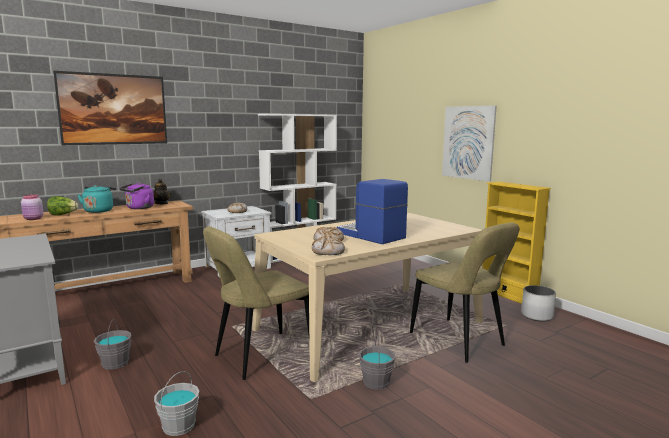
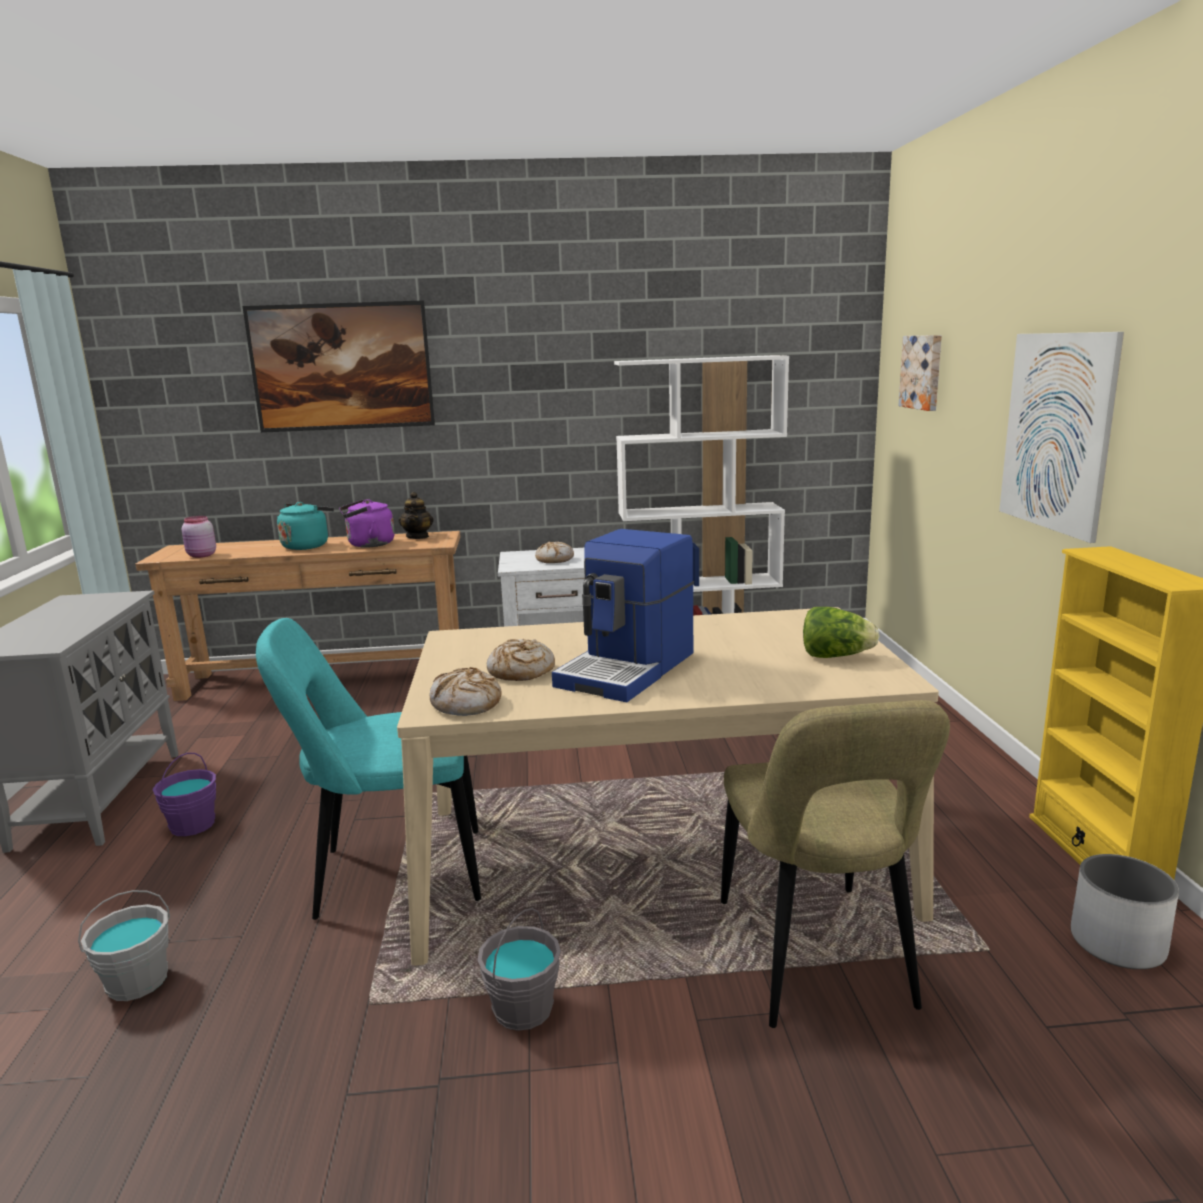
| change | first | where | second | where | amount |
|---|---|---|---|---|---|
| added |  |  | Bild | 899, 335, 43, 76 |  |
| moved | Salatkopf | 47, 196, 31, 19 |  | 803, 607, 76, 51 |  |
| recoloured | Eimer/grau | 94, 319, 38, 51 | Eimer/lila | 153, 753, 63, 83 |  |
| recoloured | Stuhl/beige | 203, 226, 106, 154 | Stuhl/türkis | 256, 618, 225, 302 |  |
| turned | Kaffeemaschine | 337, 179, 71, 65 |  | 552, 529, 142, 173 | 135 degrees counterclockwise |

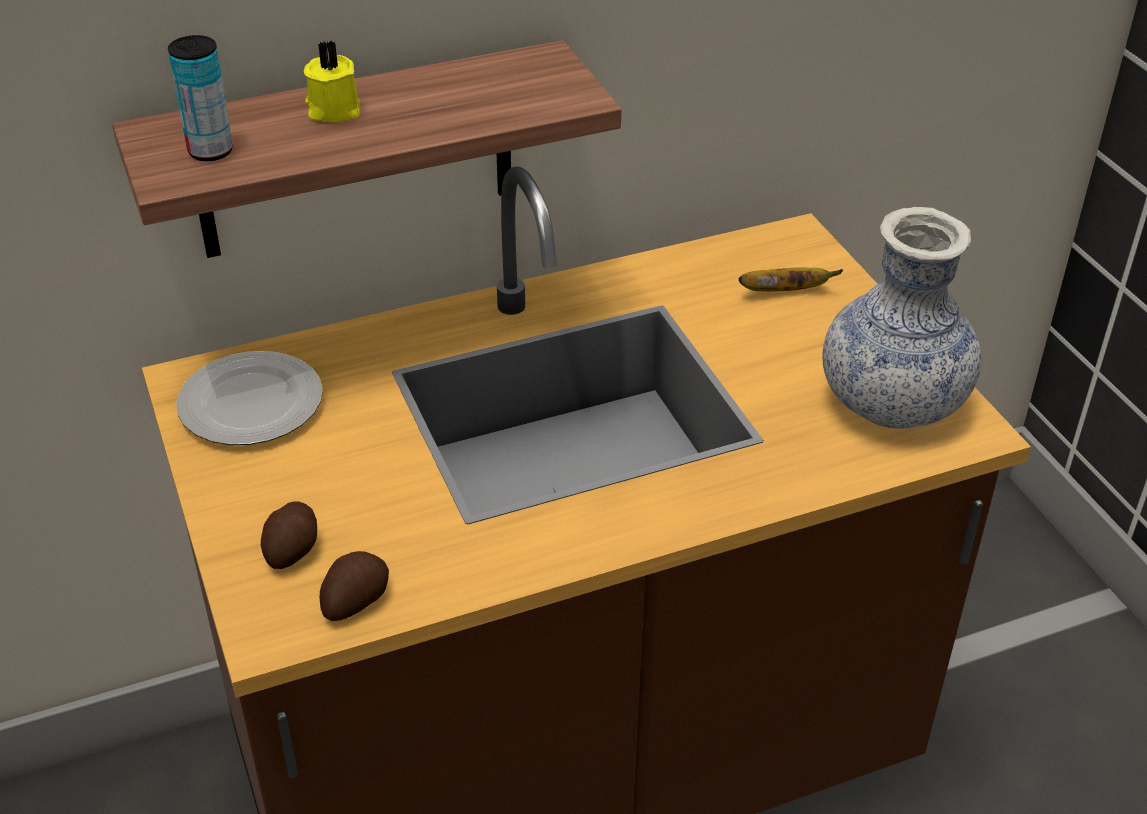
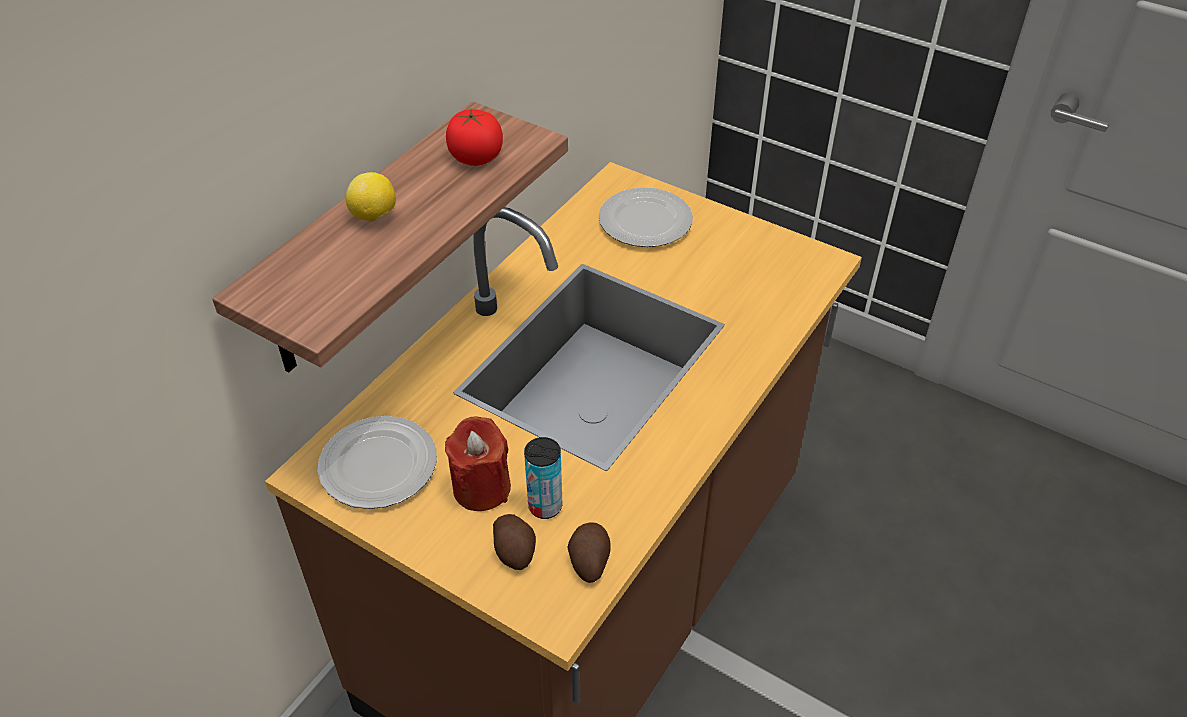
| change | first | where | second | where | amount |
|---|---|---|---|---|---|
| removed | Vase | 822, 207, 159, 222 |  |  |  |
| added |  |  | Kerze/rot | 445, 416, 66, 95 |  |
| added |  |  | Tomate | 446, 109, 57, 57 |  |
| moved | Dose | 168, 35, 65, 126 |  | 524, 437, 39, 82 |  |
| replaced | Kerze/gelb | 304, 41, 57, 81 | Zitrone | 346, 172, 50, 50 |  |
| replaced | Banane | 739, 267, 104, 25 | Teller | 599, 187, 94, 60 |  |

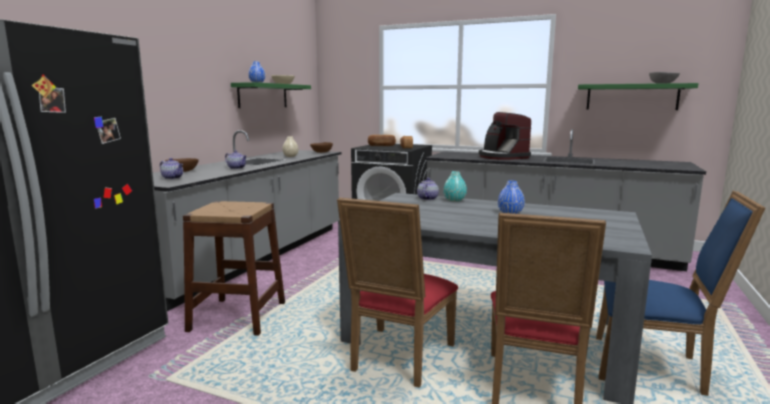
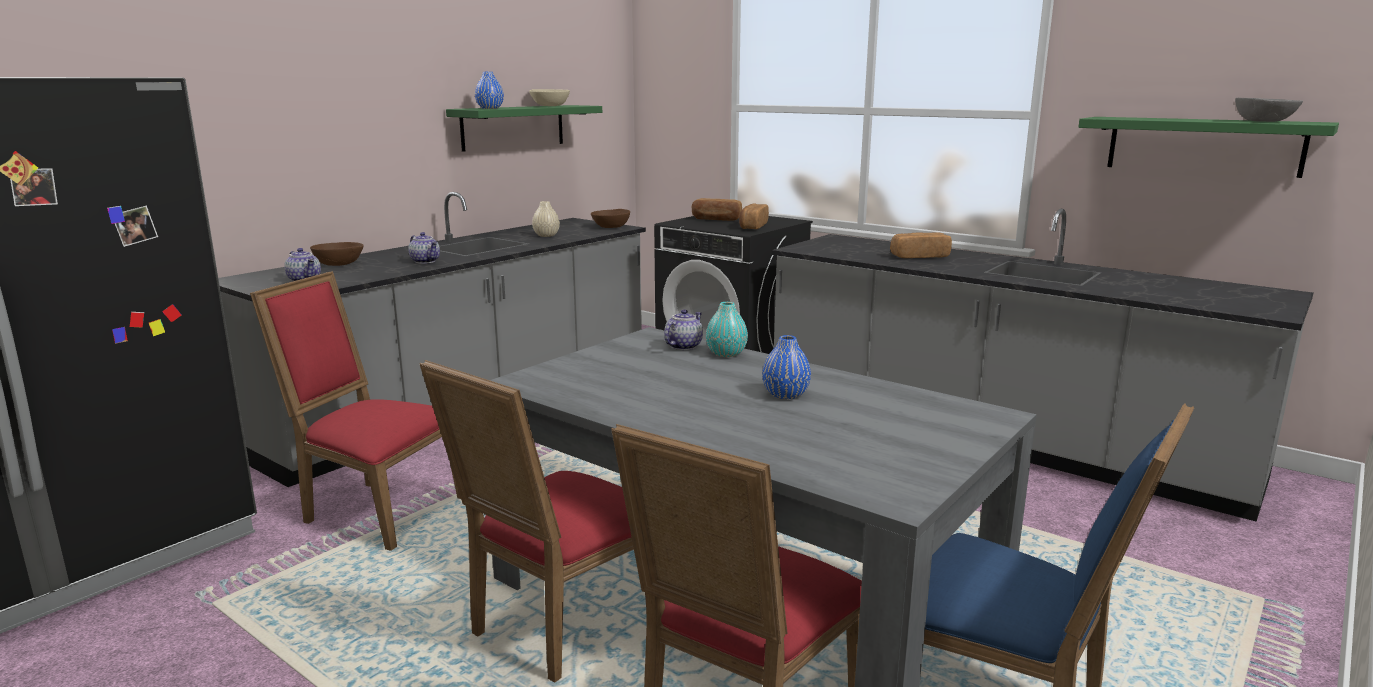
| change | first | where | second | where | amount |
|---|---|---|---|---|---|
| replaced | Hocker/braun | 183, 201, 102, 135 | Stuhl/rot | 250, 271, 211, 280 |  |
| replaced | Kaffeemaschine | 479, 112, 52, 48 | Brot | 890, 232, 62, 26 |  |

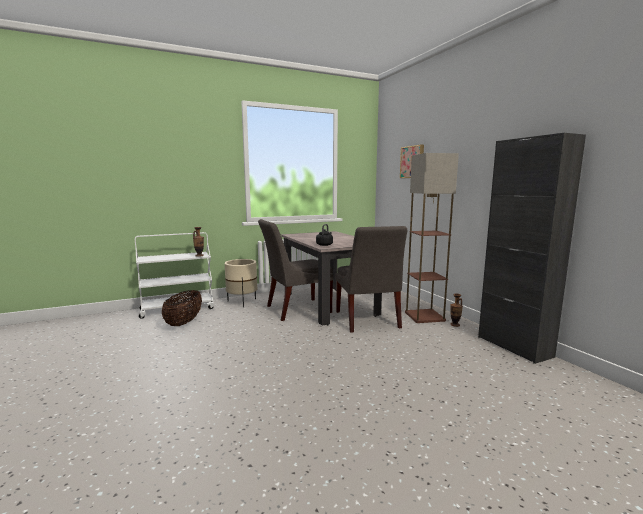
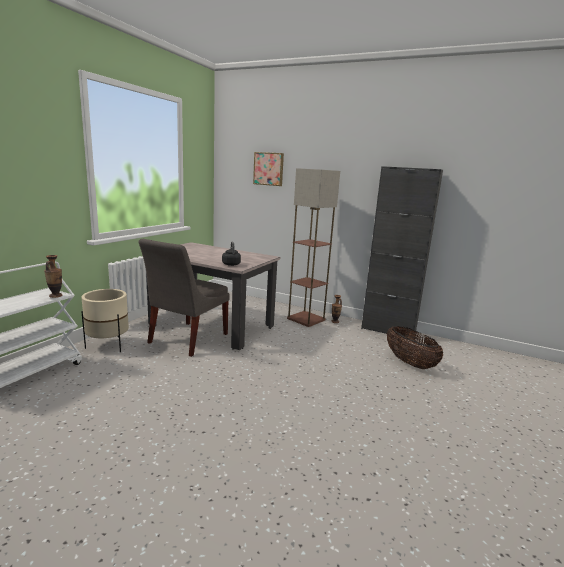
| change | first | where | second | where | amount |
|---|---|---|---|---|---|
| removed | Stuhl/grau | 335, 226, 73, 107 |  |  |  |
| moved | Korb | 162, 290, 40, 36 |  | 387, 326, 56, 43 |  |

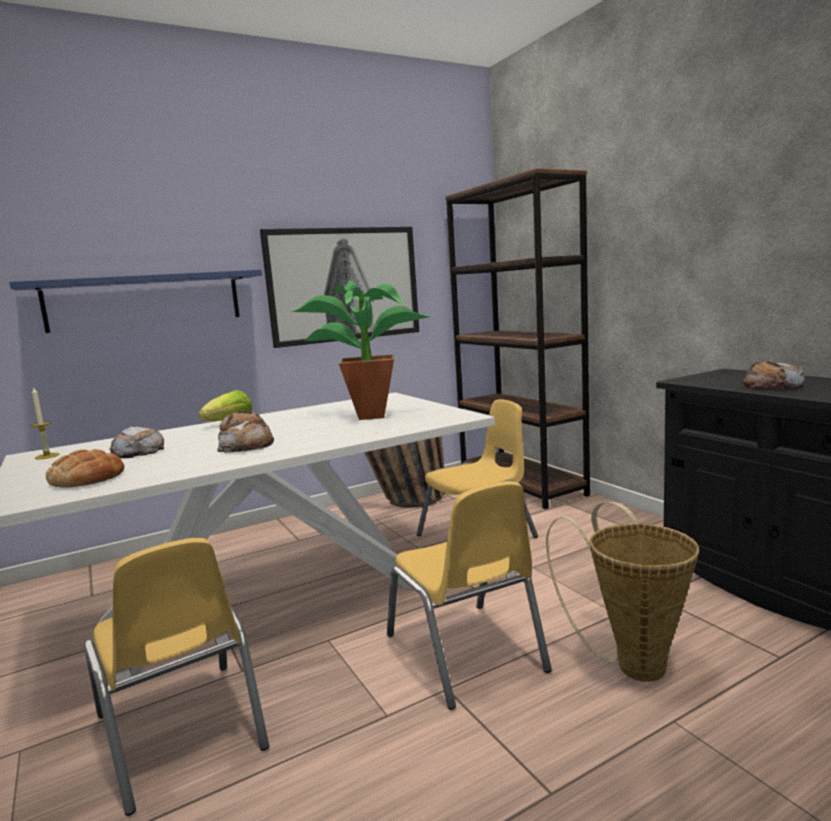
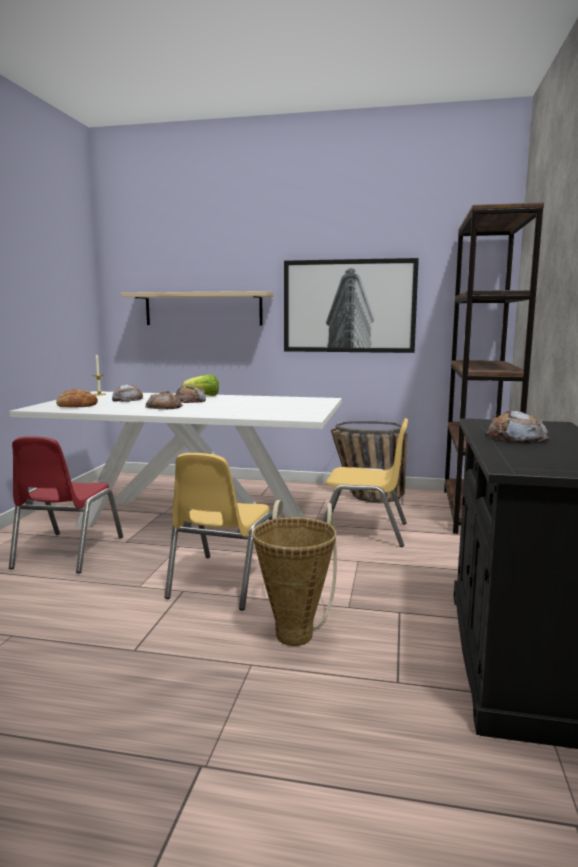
| change | first | where | second | where | amount |
|---|---|---|---|---|---|
| removed | Topfpflanze | 291, 281, 140, 139 |  |  |  |
| recoloured | Wandregal/blau | 9, 269, 253, 64 | Wandregal/beige | 121, 291, 153, 34 |  |
| recoloured | Stuhl/gelb | 84, 538, 185, 278 | Stuhl/rot | 9, 436, 114, 137 |  |

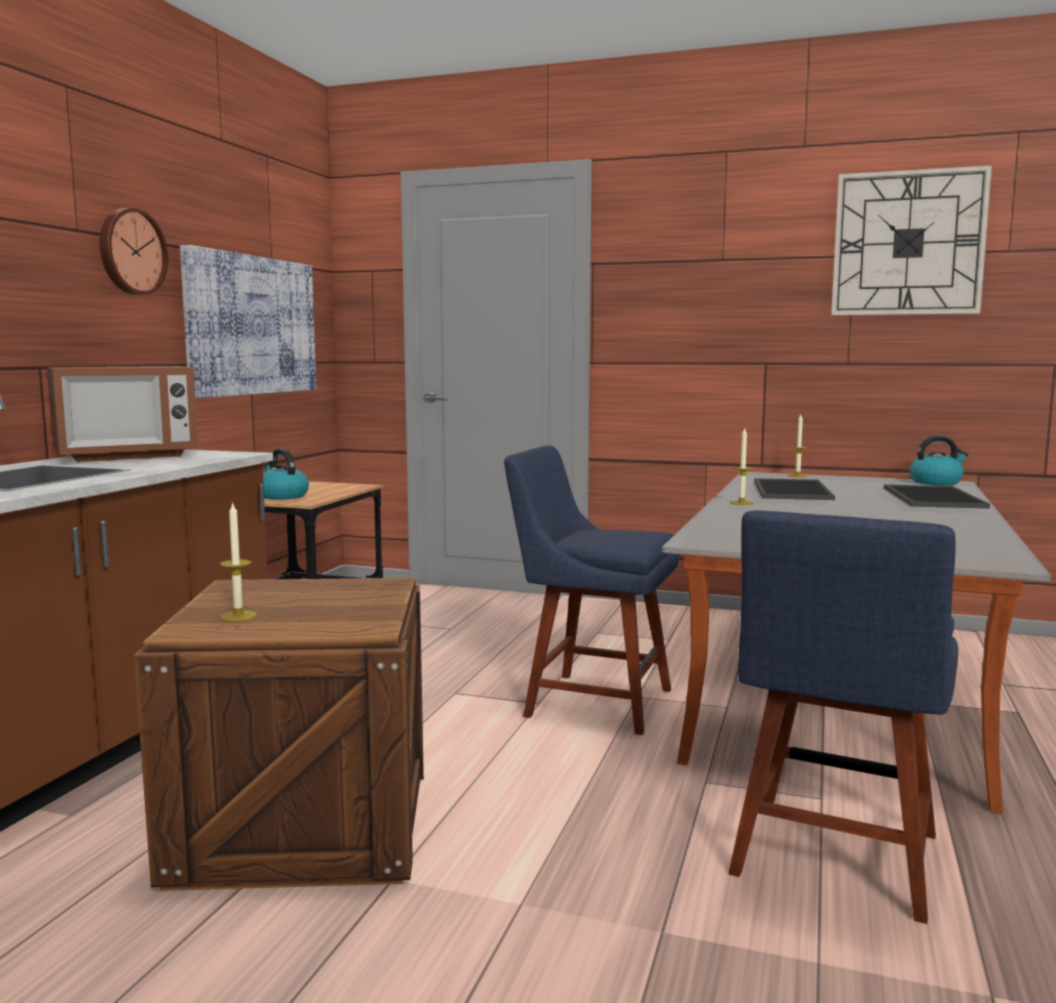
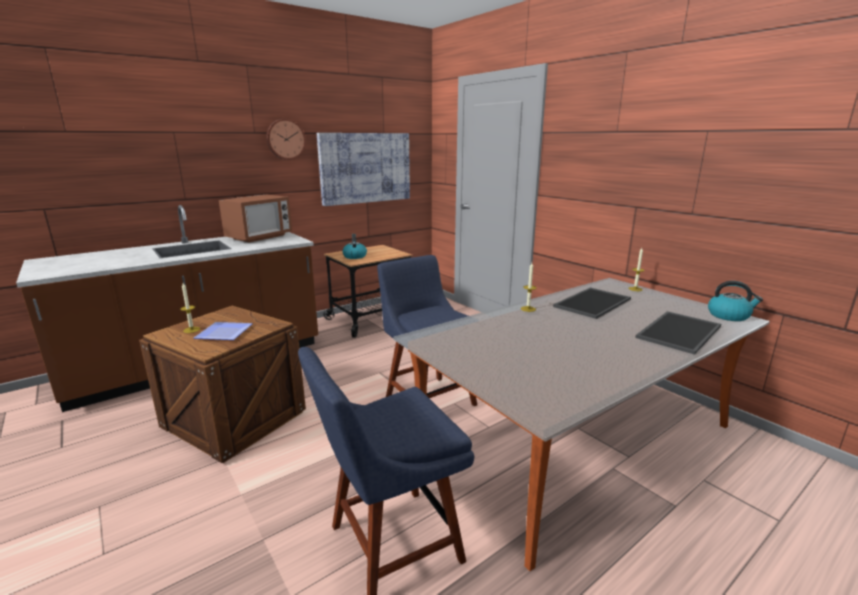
| change | first | where | second | where | amount |
|---|---|---|---|---|---|
| removed | Wanduhr | 831, 165, 161, 151 |  |  |  |
| added |  |  | Teller | 194, 322, 59, 18 |  |
| turned | Mikrowelle | 47, 366, 151, 96 |  | 219, 195, 73, 48 | 60 degrees counterclockwise |

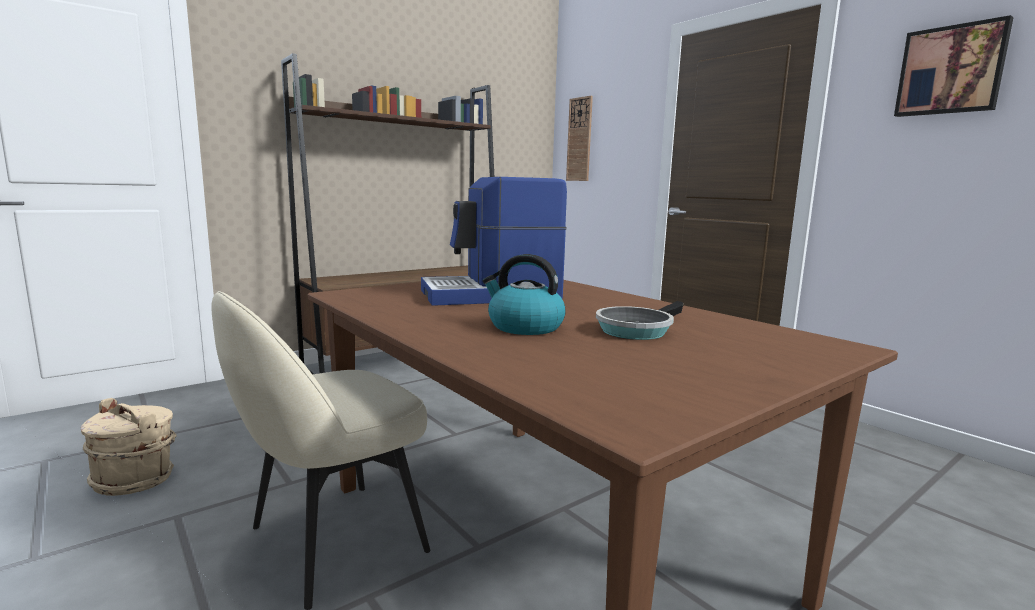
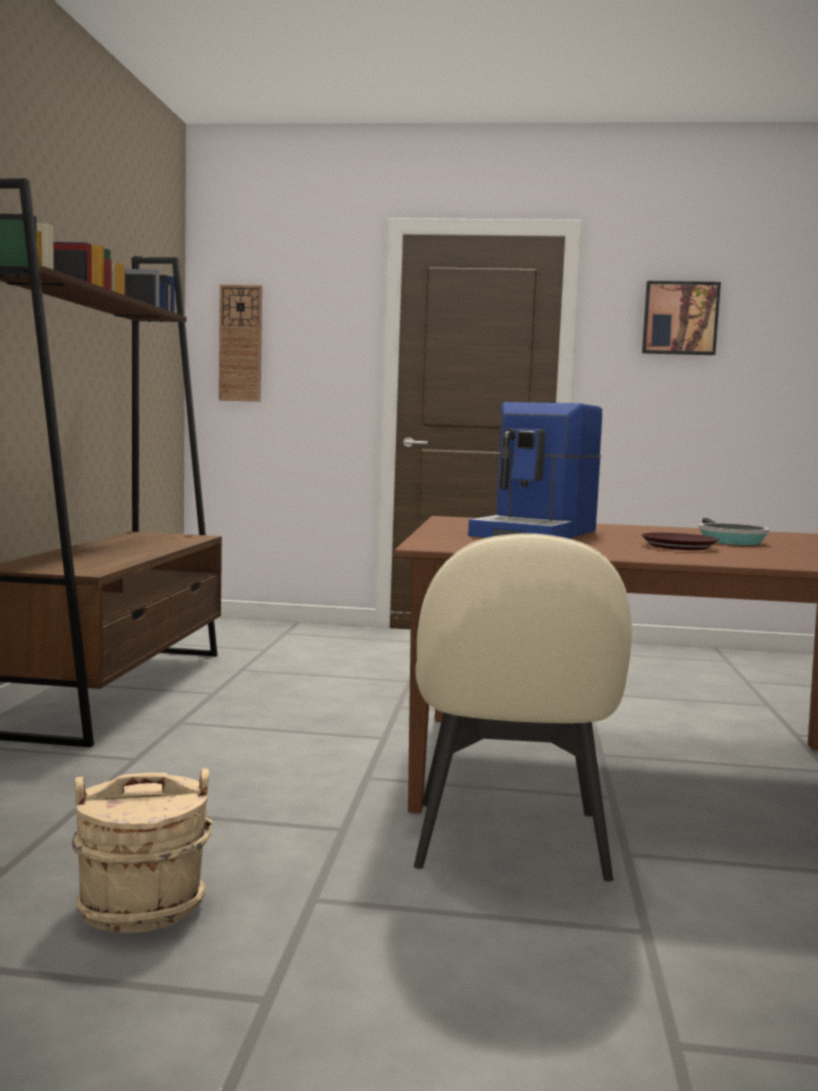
| change | first | where | second | where | amount |
|---|---|---|---|---|---|
| replaced | Wasserkessel | 483, 254, 83, 81 | Teller/braun | 641, 532, 78, 18 |  |

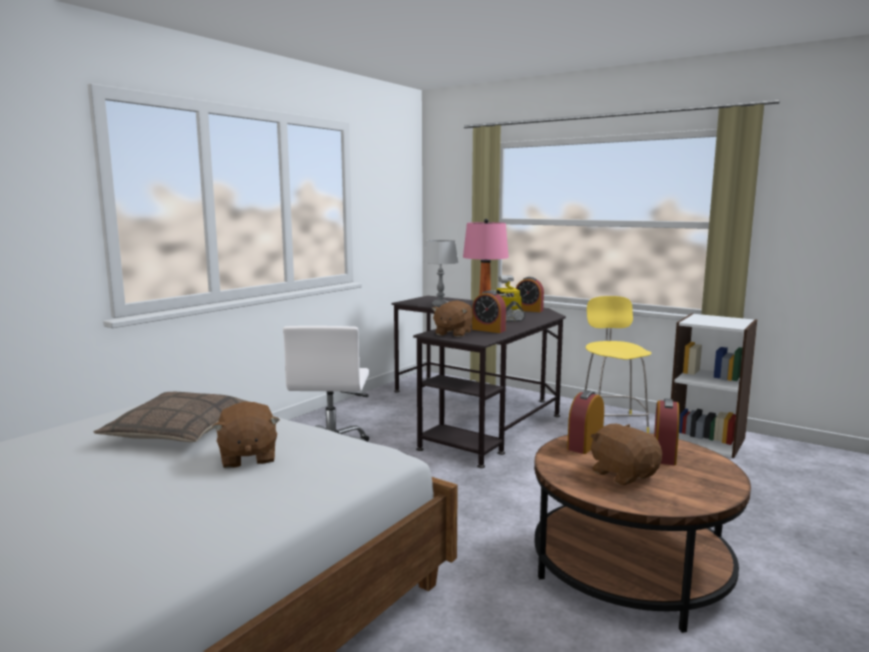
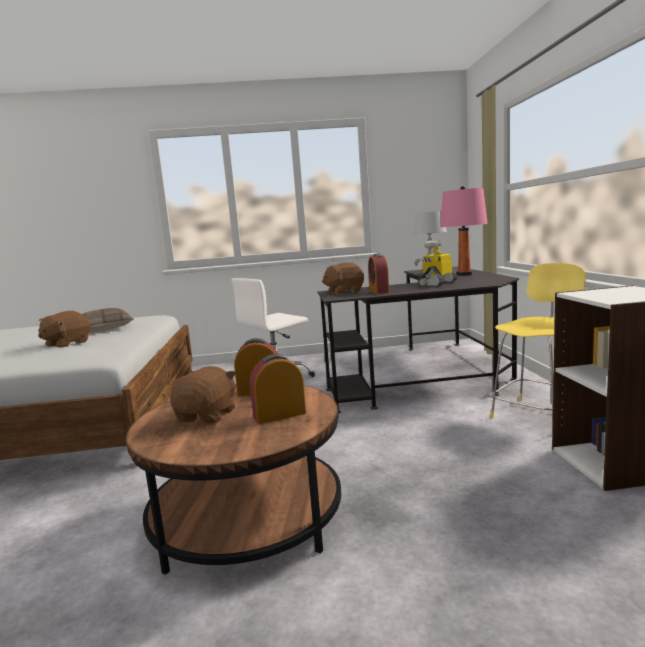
| change | first | where | second | where | amount |
|---|---|---|---|---|---|
| removed | Wecker | 516, 277, 28, 35 |  |  |  |

